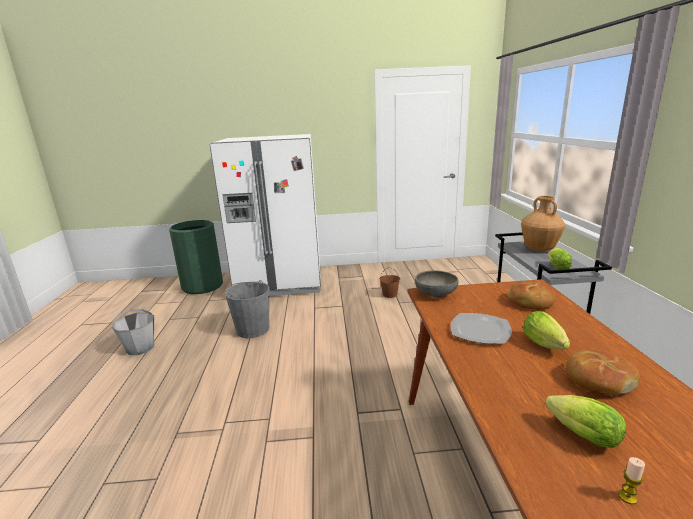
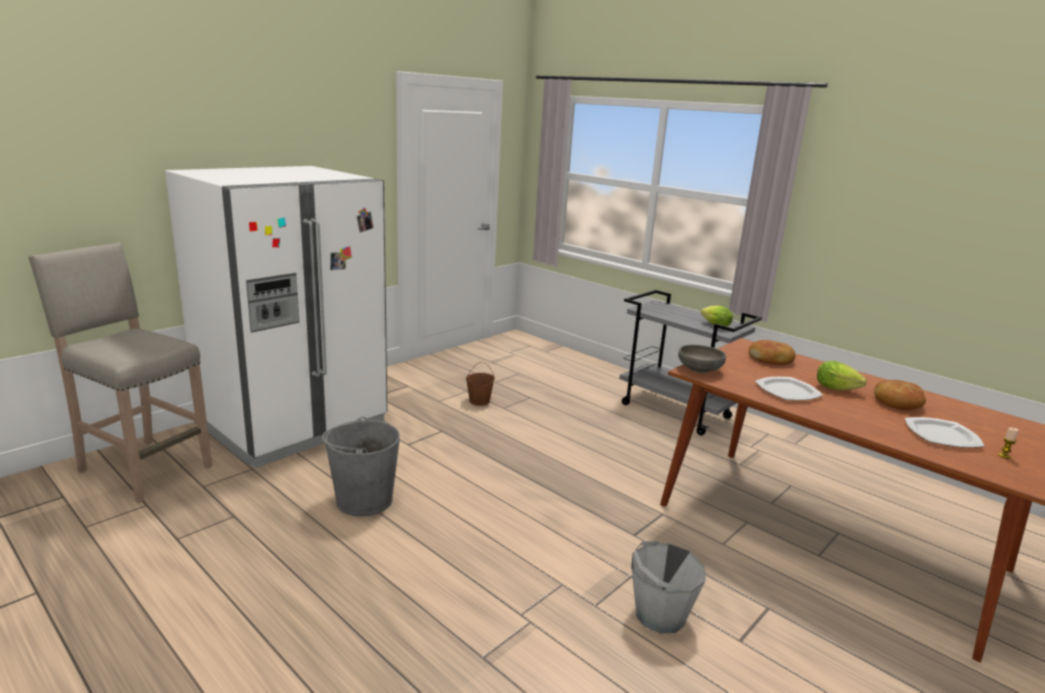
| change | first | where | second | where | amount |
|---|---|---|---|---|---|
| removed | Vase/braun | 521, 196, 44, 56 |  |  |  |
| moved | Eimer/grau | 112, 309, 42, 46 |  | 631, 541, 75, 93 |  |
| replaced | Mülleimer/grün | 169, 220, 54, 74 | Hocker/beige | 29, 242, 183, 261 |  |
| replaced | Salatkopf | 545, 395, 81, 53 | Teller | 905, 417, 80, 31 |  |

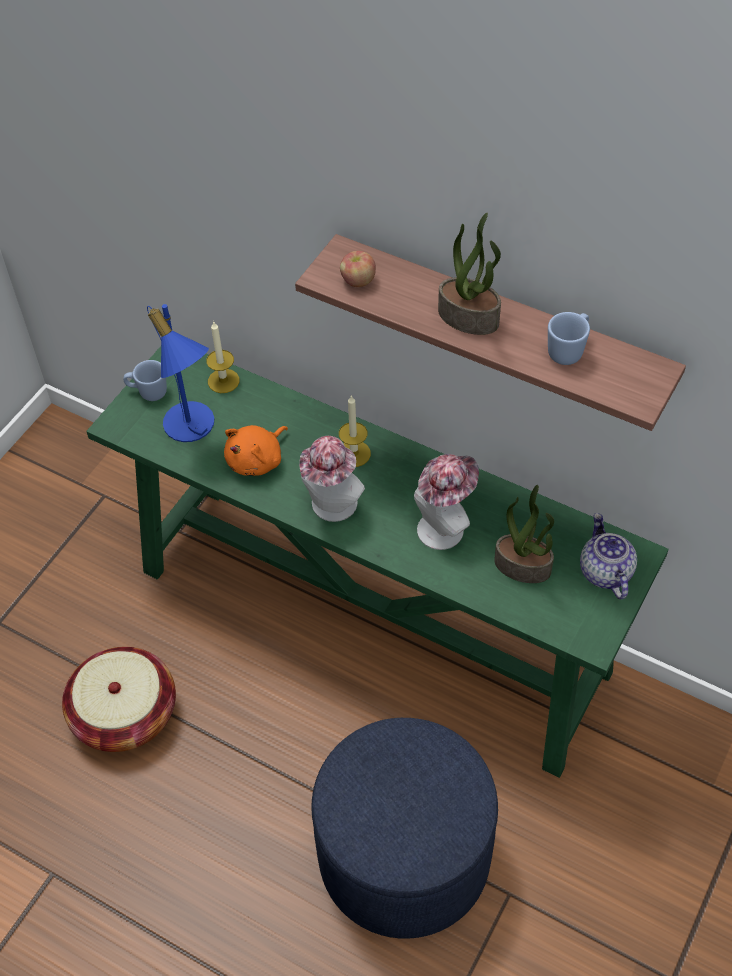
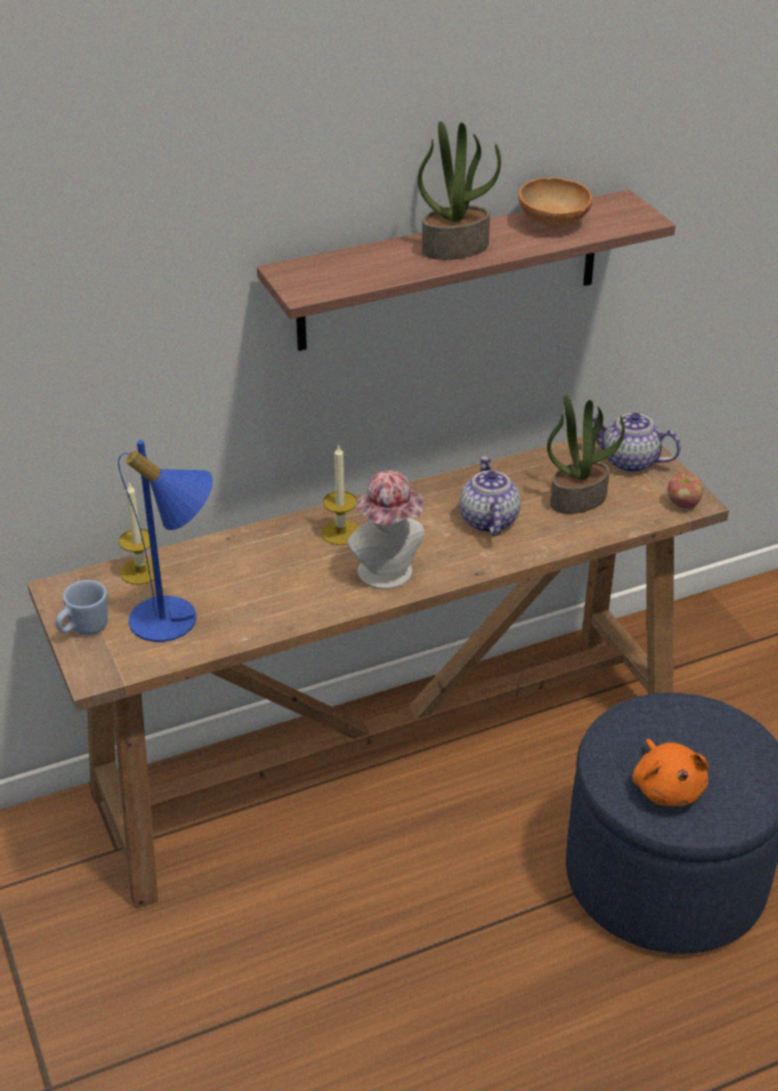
| change | first | where | second | where | amount |
|---|---|---|---|---|---|
| removed | Korb | 62, 647, 114, 105 |  |  |  |
| moved | Plüschtier/orange | 224, 425, 64, 51 |  | 633, 739, 76, 67 |  |
| moved | Apfel | 340, 251, 36, 36 |  | 668, 473, 36, 35 |  |
| replaced | Hut | 414, 454, 65, 96 | Teekanne | 460, 456, 61, 80 |  |
| replaced | Henkelbecher/blau | 548, 312, 42, 53 | Schüssel/braun | 518, 177, 74, 50 |  |
| recoloured | Konsolentisch/grün | 86, 346, 583, 432 | Konsolentisch/braun | 27, 436, 702, 473 |  |

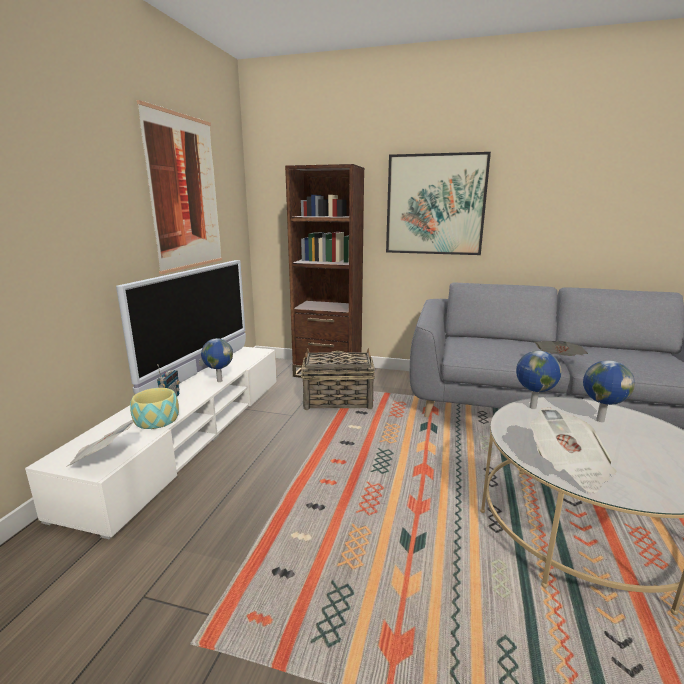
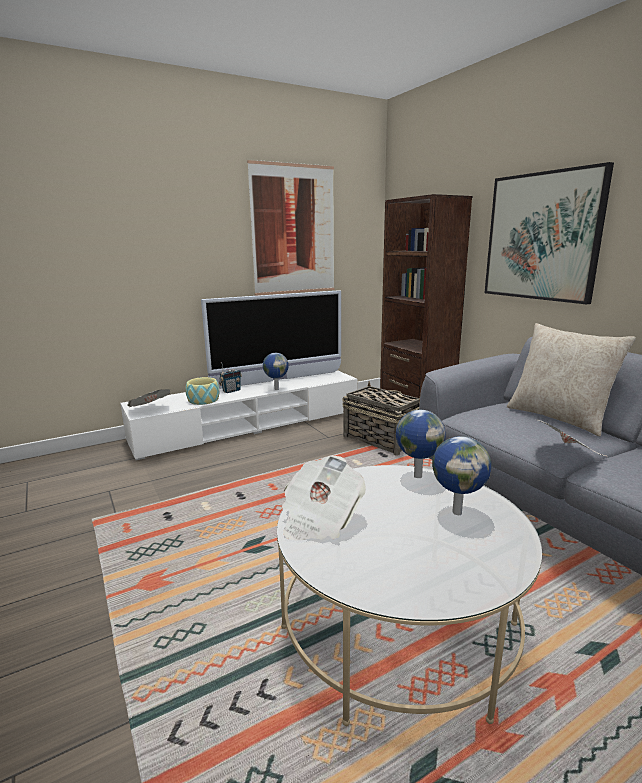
| change | first | where | second | where | amount |
|---|---|---|---|---|---|
| added |  |  | Kissen/beige | 507, 323, 129, 113 |  |

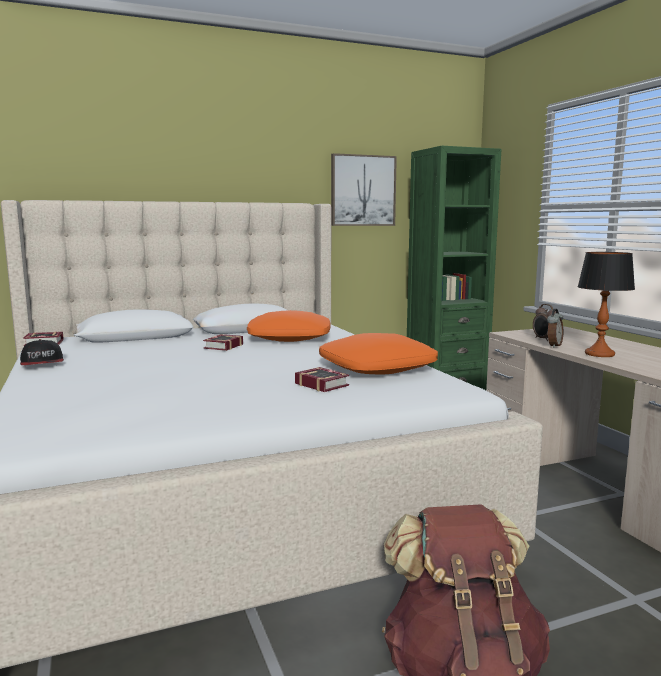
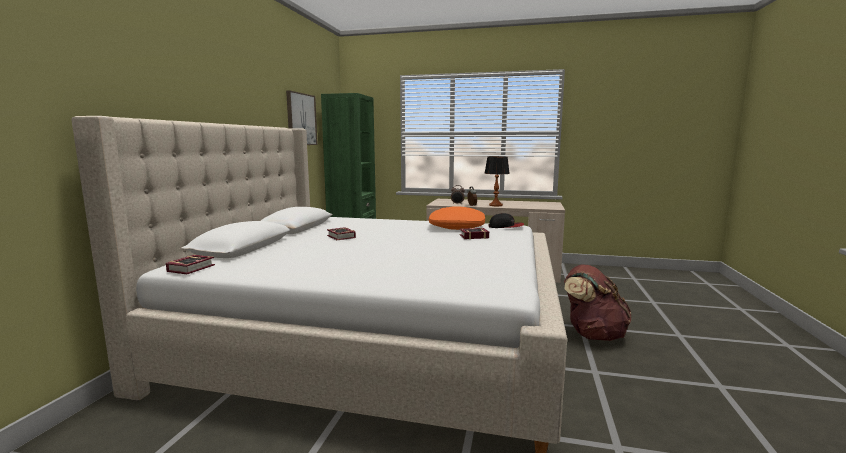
| change | first | where | second | where | amount |
|---|---|---|---|---|---|
| removed | Kissen/orange | 247, 310, 84, 32 |  |  |  |
| moved | Kappe | 20, 339, 44, 26 |  | 488, 213, 36, 15 |  |

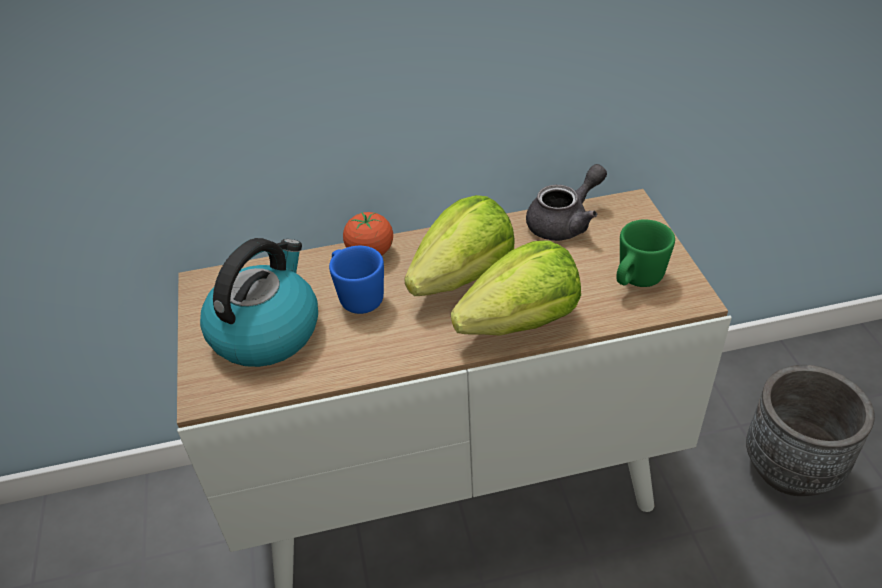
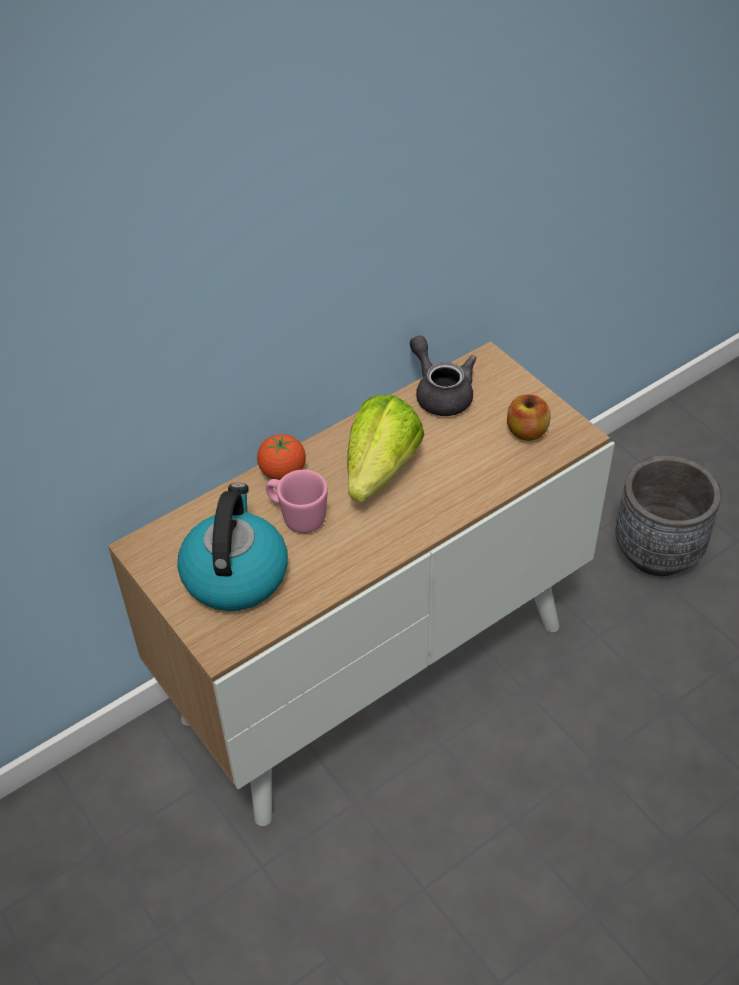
| change | first | where | second | where | amount |
|---|---|---|---|---|---|
| removed | Salatkopf | 451, 241, 130, 95 |  |  |  |
| replaced | Henkelbecher/grün | 616, 219, 59, 68 | Apfel | 507, 394, 43, 47 |  |
| recoloured | Henkelbecher/blau | 329, 246, 55, 68 | Henkelbecher/rosa | 266, 470, 62, 63 |  |
| turned | Teekanne/grau | 526, 164, 81, 77 |  | 410, 335, 66, 81 | 60 degrees counterclockwise |

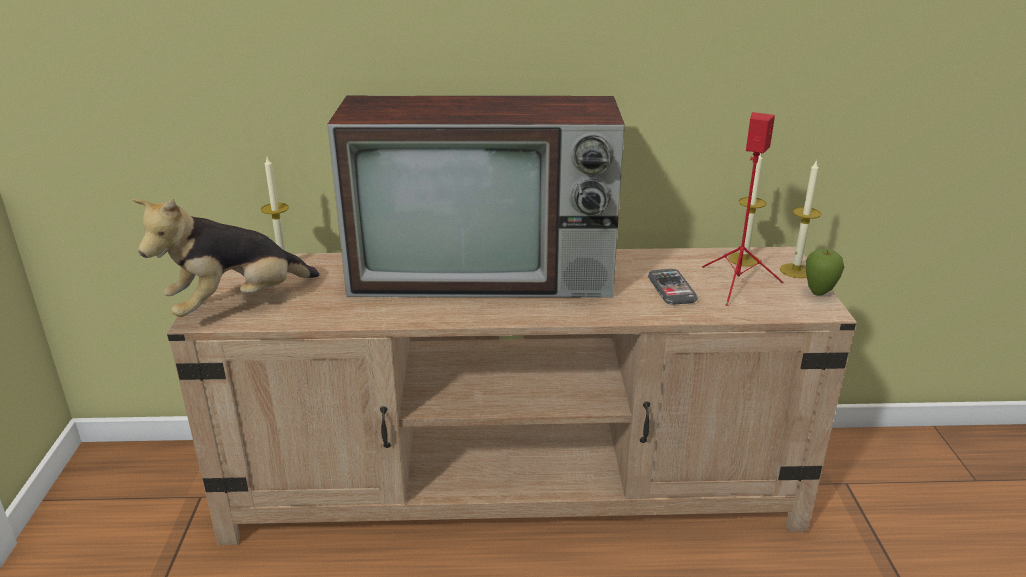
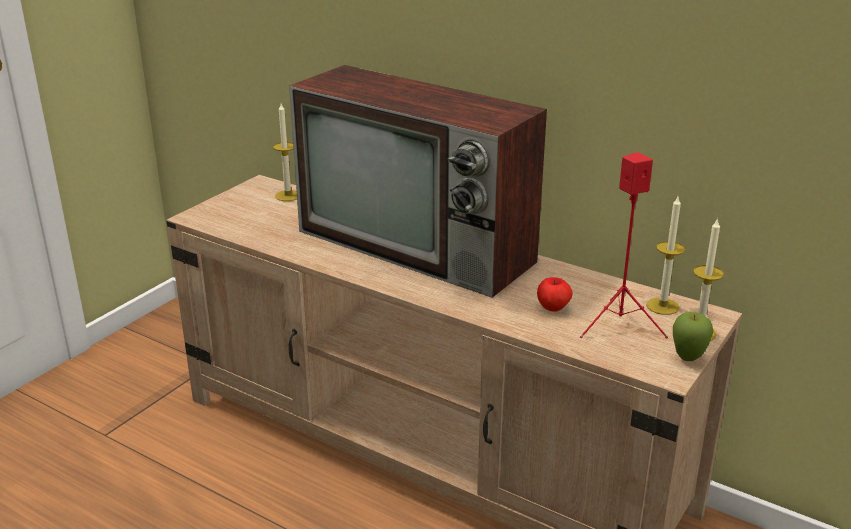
| change | first | where | second | where | amount |
|---|---|---|---|---|---|
| removed | Plüschtier | 132, 198, 187, 119 |  |  |  |
| replaced | Handy | 648, 269, 50, 36 | Apfel | 537, 277, 36, 35 |  |

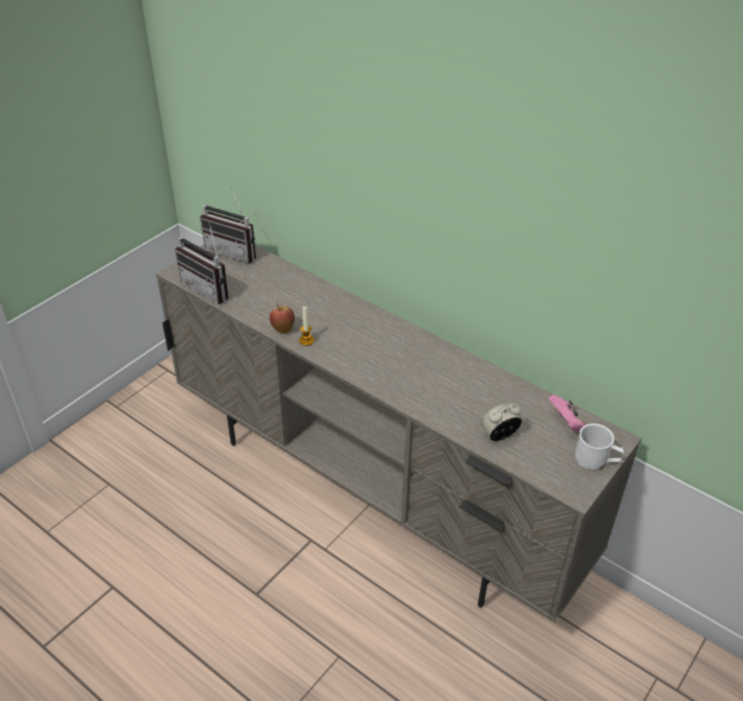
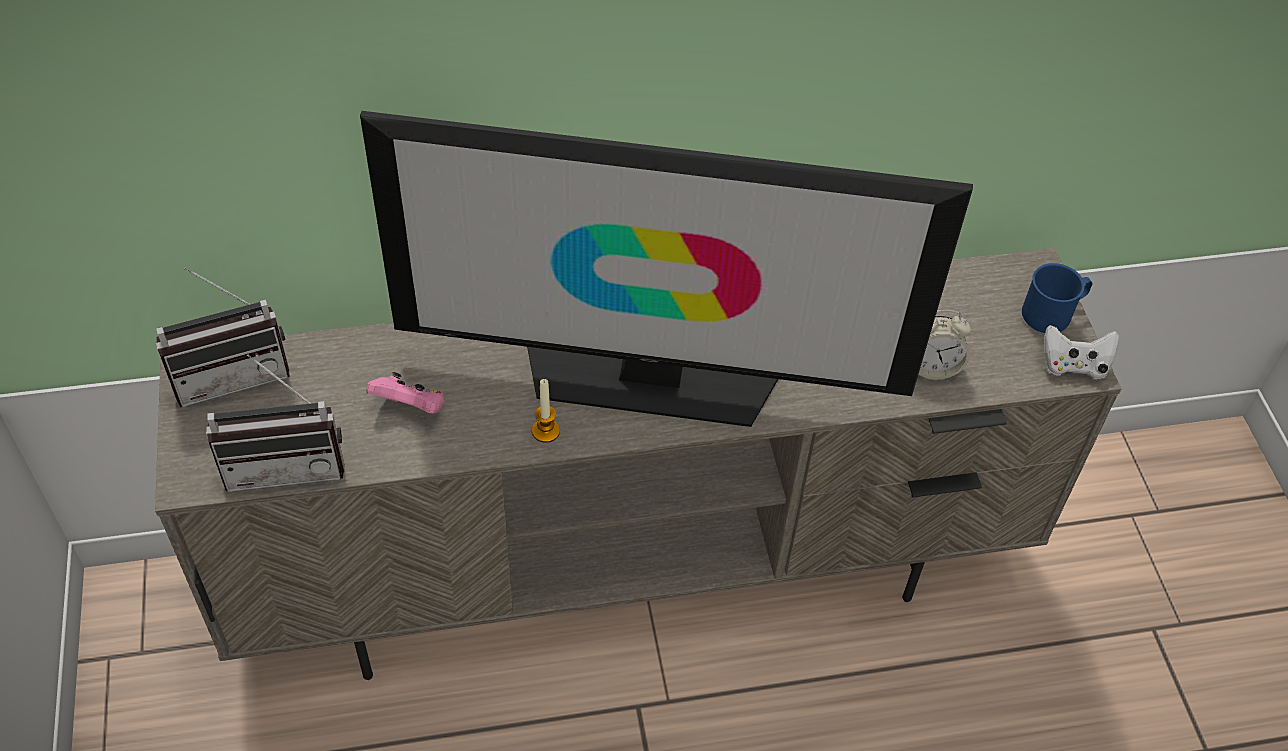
| change | first | where | second | where | amount |
|---|---|---|---|---|---|
| removed | Apfel | 270, 303, 25, 30 |  |  |  |
| added |  |  | Fernseher | 360, 111, 613, 316 |  |
| added |  |  | Gamepad/weiß | 1045, 325, 74, 54 |  |
| moved | Gamepad/rosa | 548, 395, 37, 37 |  | 367, 372, 78, 42 |  |
| recoloured | Henkelbecher/weiß | 575, 424, 49, 46 | Henkelbecher/blau | 1022, 263, 70, 70 |  |
| turned | Wecker | 481, 403, 41, 38 |  | 918, 310, 53, 70 | 105 degrees counterclockwise |

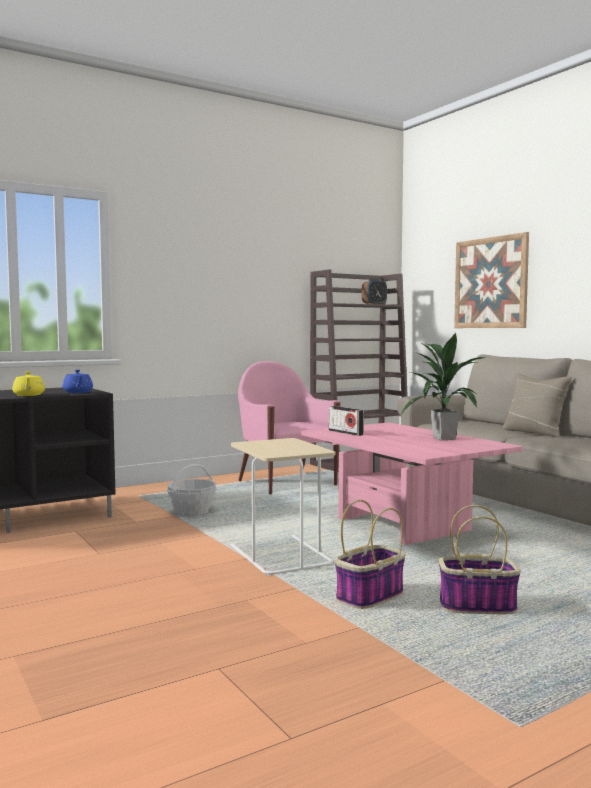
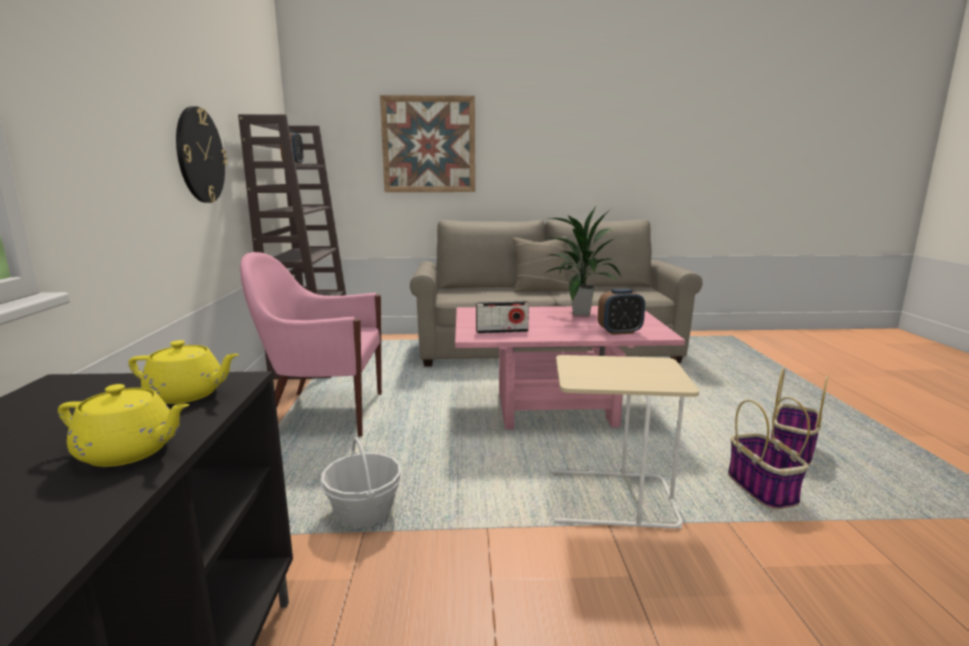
| change | first | where | second | where | amount |
|---|---|---|---|---|---|
| added |  |  | Wanduhr | 176, 106, 51, 97 |  |
| added |  |  | Wecker | 598, 289, 47, 46 |  |
| recoloured | Teekanne/blau | 63, 370, 30, 23 | Teekanne/gelb | 128, 340, 111, 64 |  |

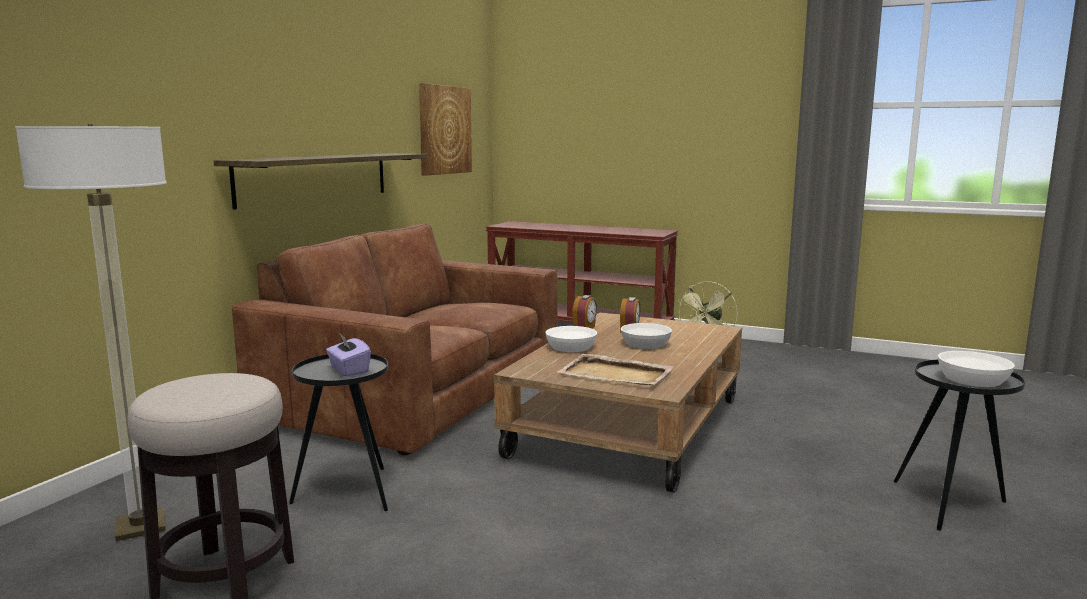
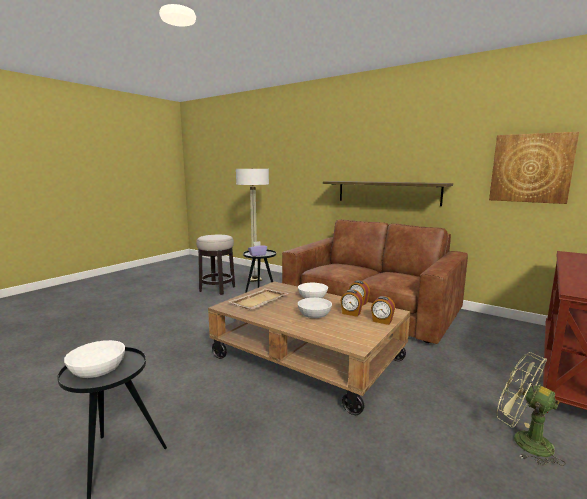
| change | first | where | second | where | amount |
|---|---|---|---|---|---|
| added |  |  | Wecker | 371, 296, 24, 29 |  |

